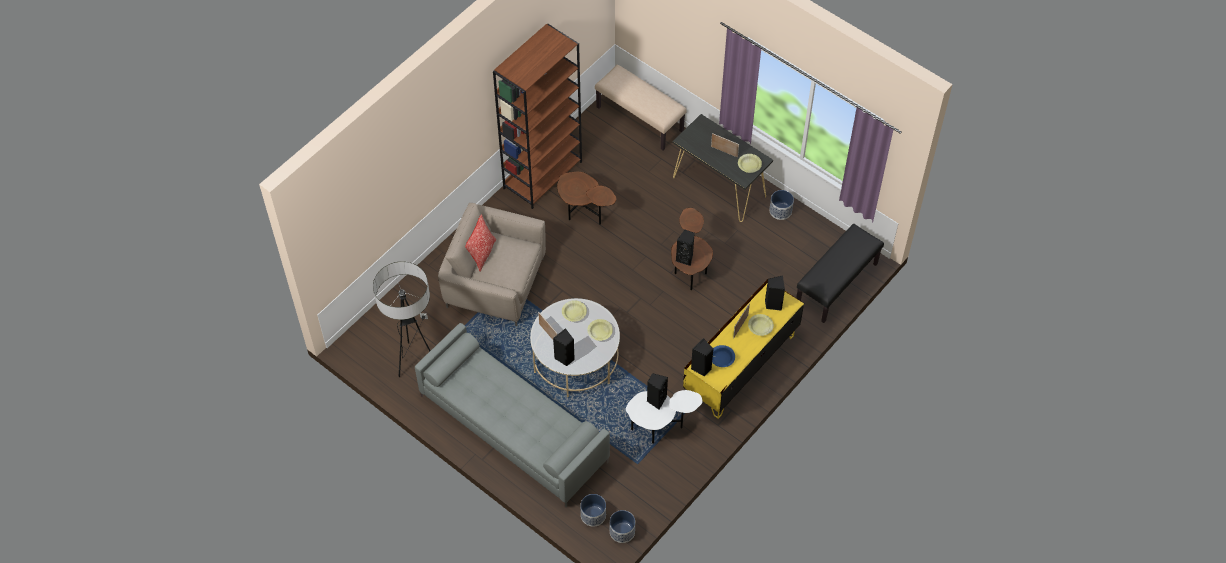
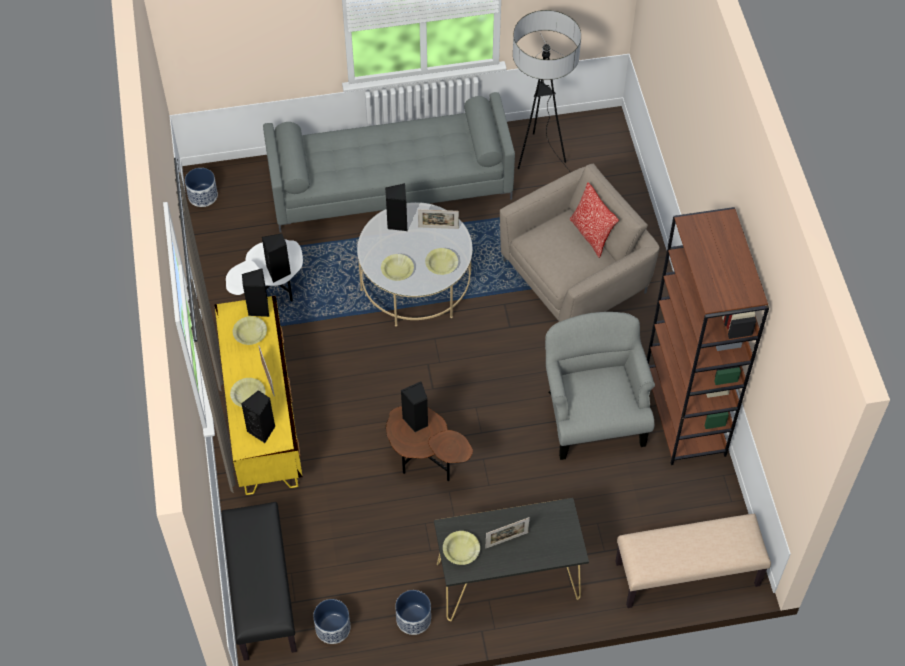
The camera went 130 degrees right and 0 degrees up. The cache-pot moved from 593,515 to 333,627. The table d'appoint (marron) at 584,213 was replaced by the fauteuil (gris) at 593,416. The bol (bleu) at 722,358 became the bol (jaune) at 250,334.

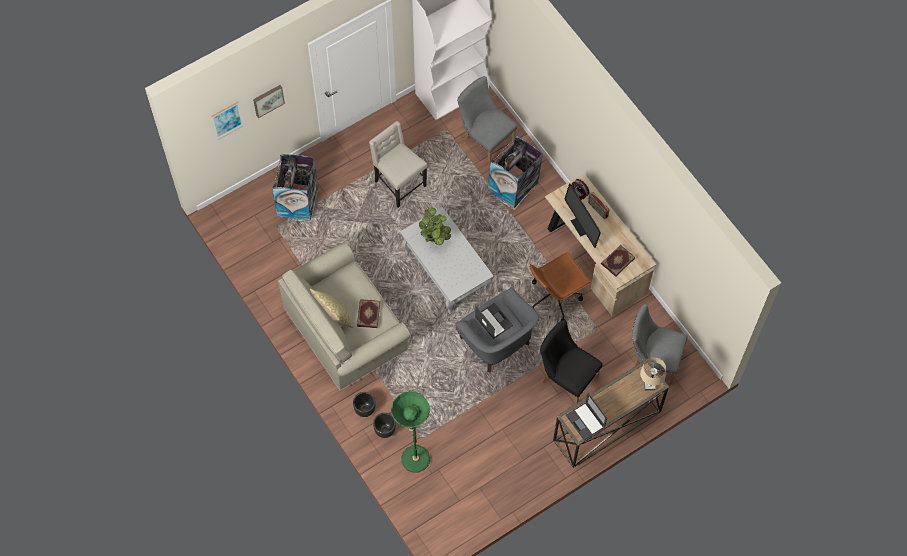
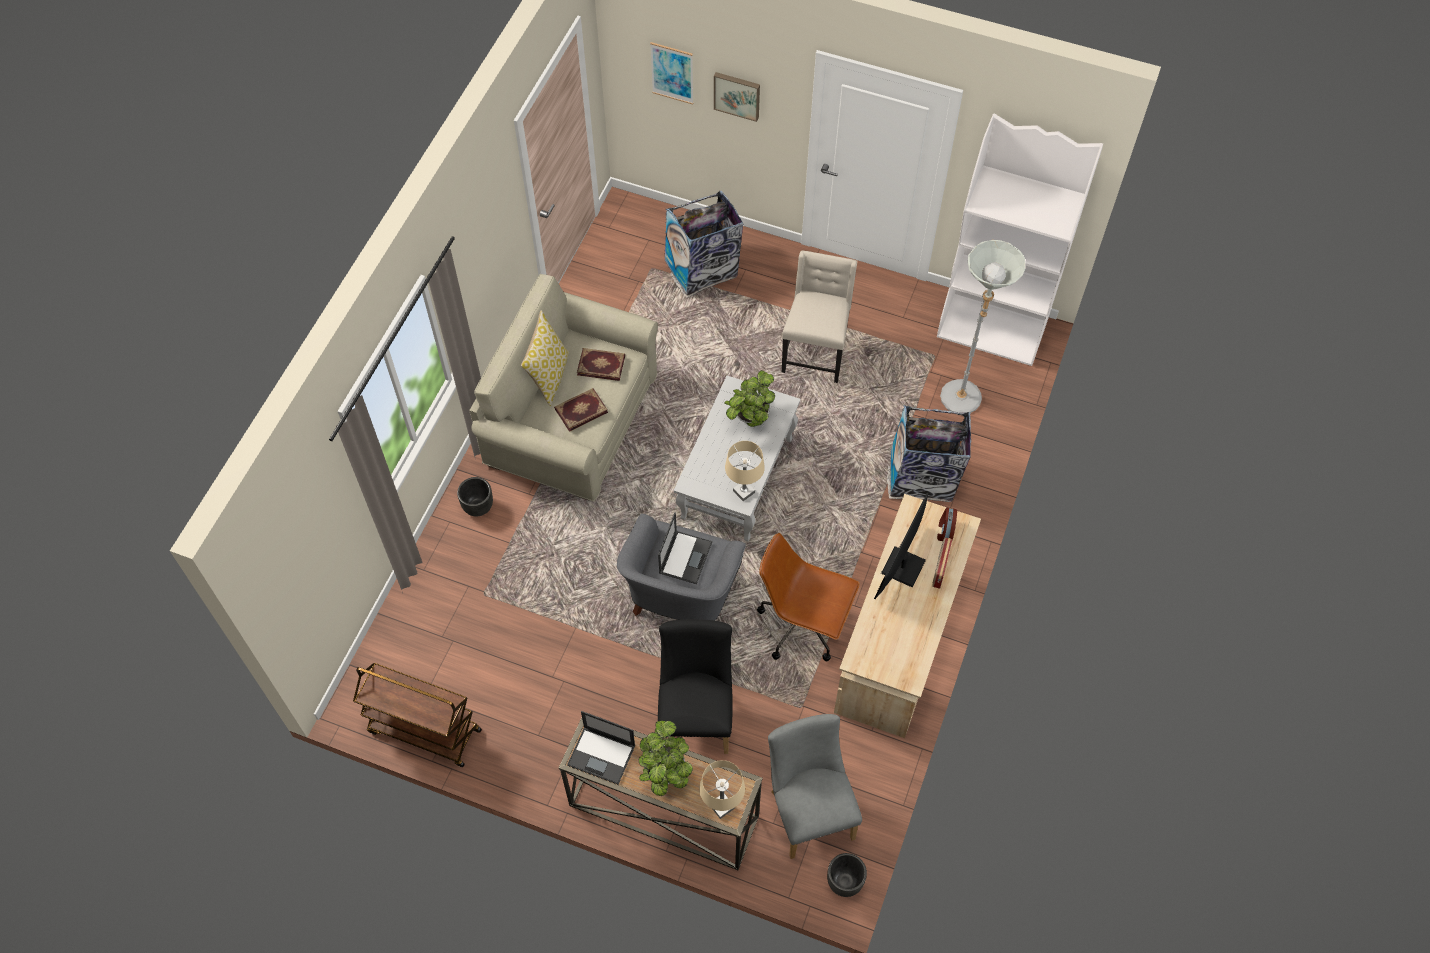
The camera went 55 degrees right and 5 degrees down. The lampadaire (vert) at 414,465 disappeared. The chariot (marron) at 424,731 appeared. The plante en pot at 665,773 appeared. The lampe de table (beige) at 744,491 appeared. The cache-pot (noir) moved from 385,430 to 844,883. The livre moved from 617,261 to 601,364. The chaise (gris) at 485,139 was replaced by the lampadaire (gris) at 960,405. The ordinateur portable at 585,421 turned 90 degrees counterclockwise.

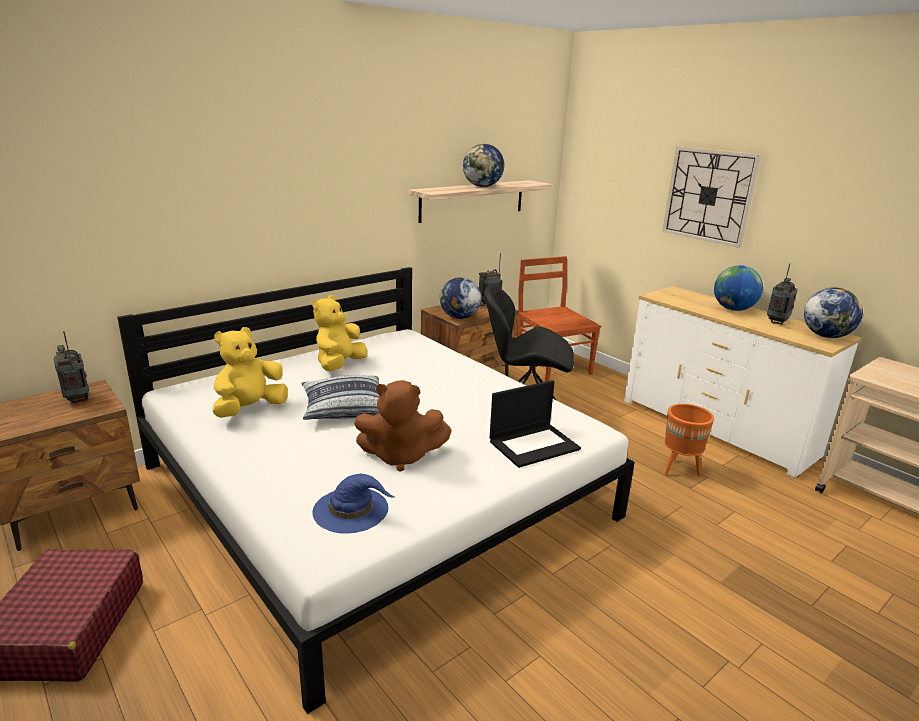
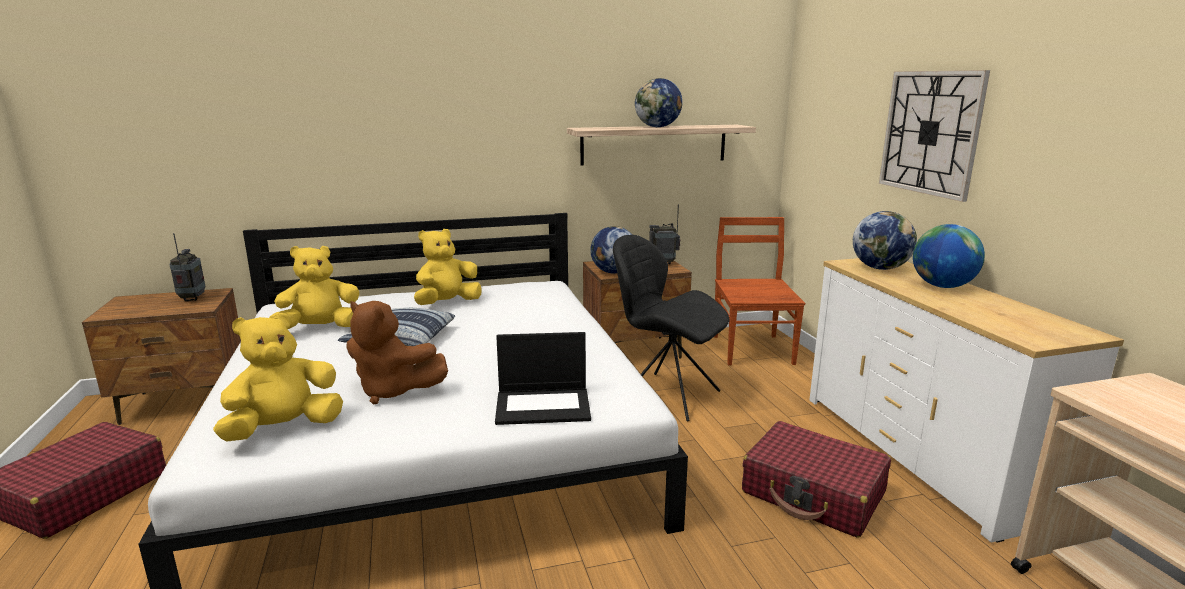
The camera went 25 degrees right and 5 degrees down. The radio at 777,322 disappeared. The globe moved from 826,336 to 880,268. The chapeau (bleu) at 352,509 was replaced by the peluche (jaune) at 284,429. The cache-pot (orange) at 679,470 was replaced by the valise (rouge) at 813,493.

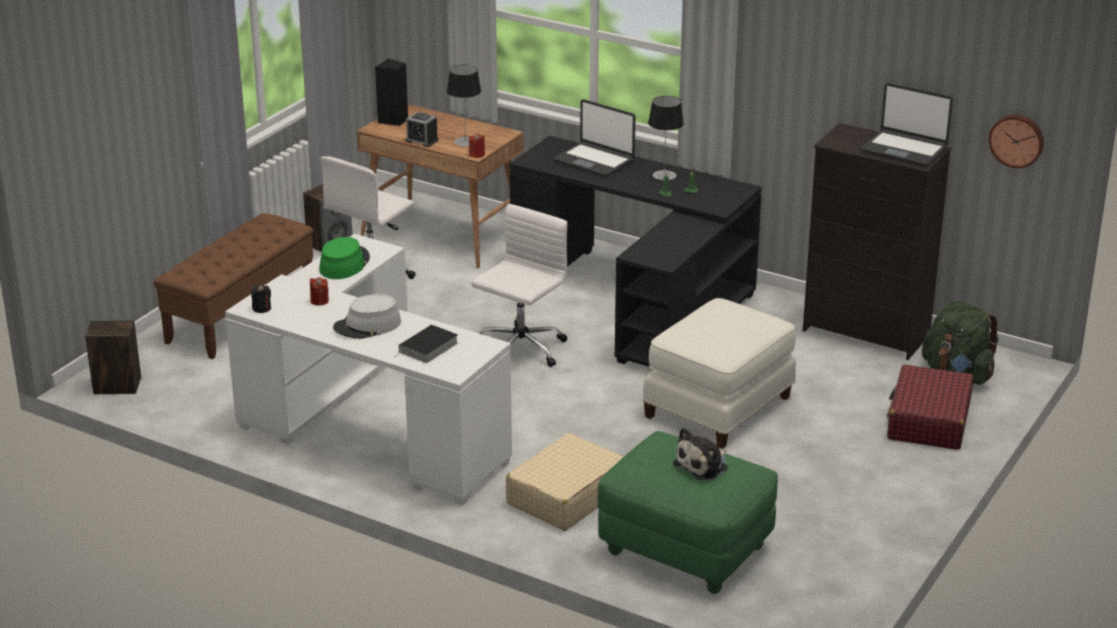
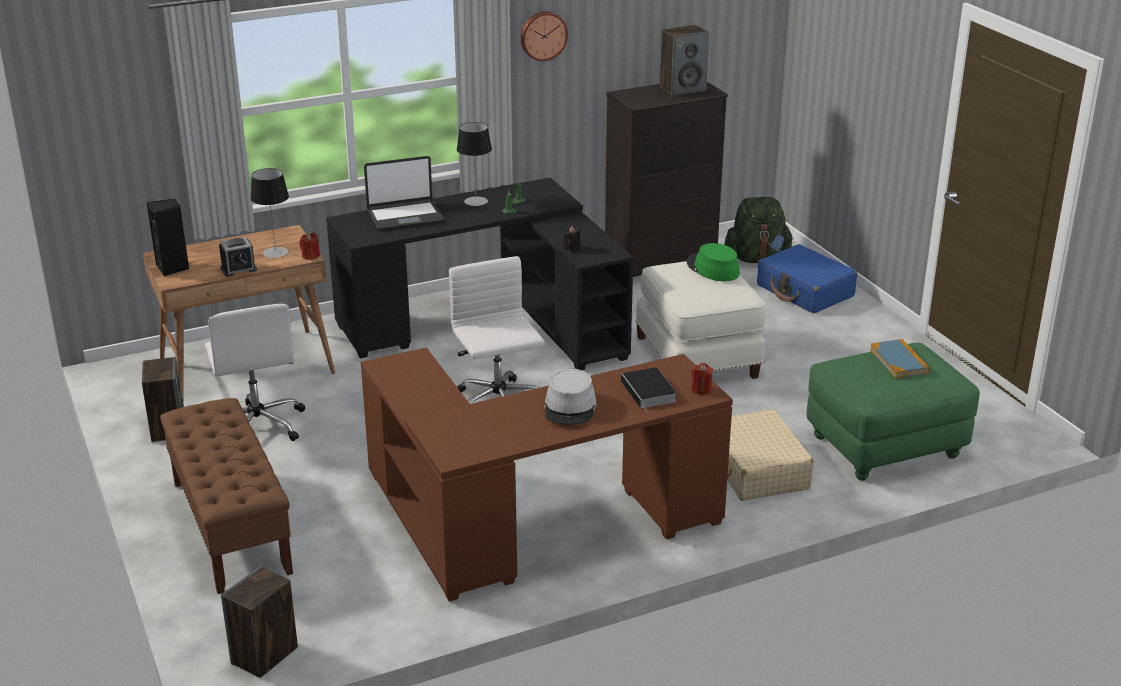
The camera went 55 degrees left and 0 degrees up. The bougie (noir) moved from 261,308 to 572,248. The bougie (rouge) moved from 319,301 to 701,389. The chapeau (vert) moved from 344,264 to 712,268. The horloge murale moved from 1017,140 to 543,35. The peluche at 703,465 was replaced by the livre at 899,361. The ordinateur portable at 904,149 was replaced by the enceinte at 683,89. The bureau (blanc) at 365,424 became the bureau (marron) at 529,526. The valise (rouge) at 928,421 became the valise (bleu) at 805,291.

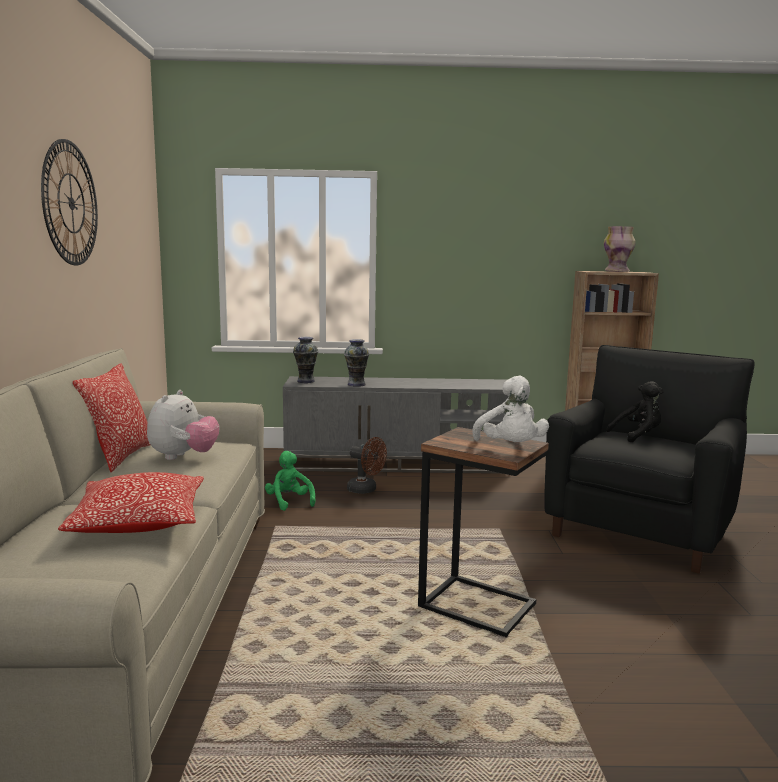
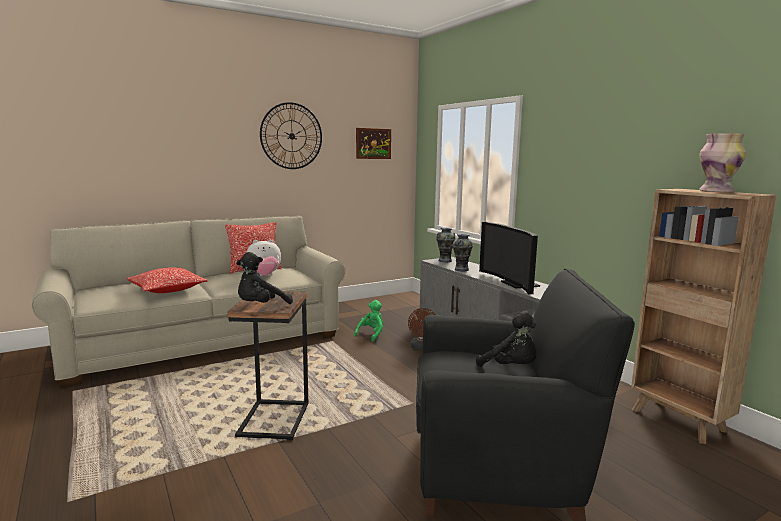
The camera went 60 degrees right and 0 degrees up. The tableau at 373,143 appeared. The téléviseur at 514,284 appeared. The peluche (blanc) at 510,448 became the peluche (noir) at 261,306.

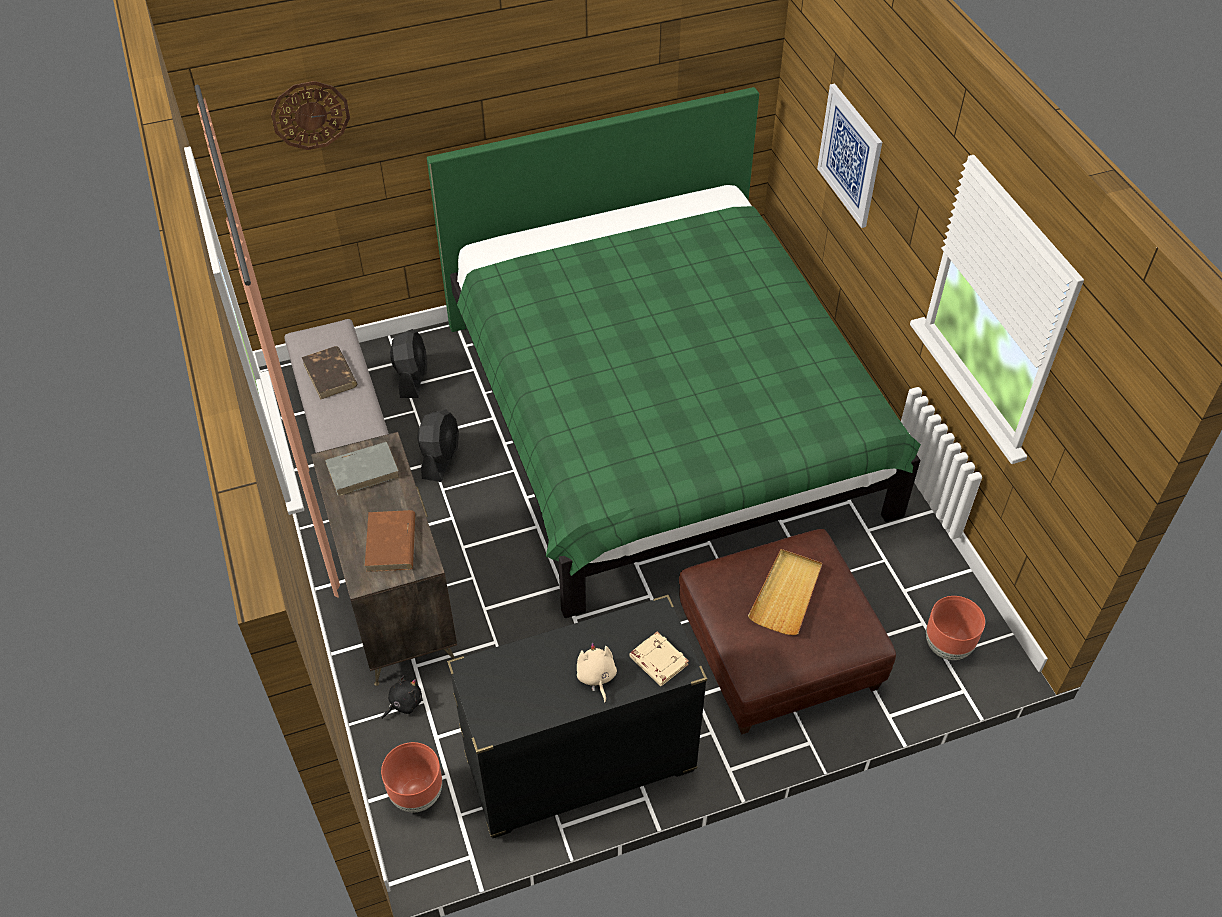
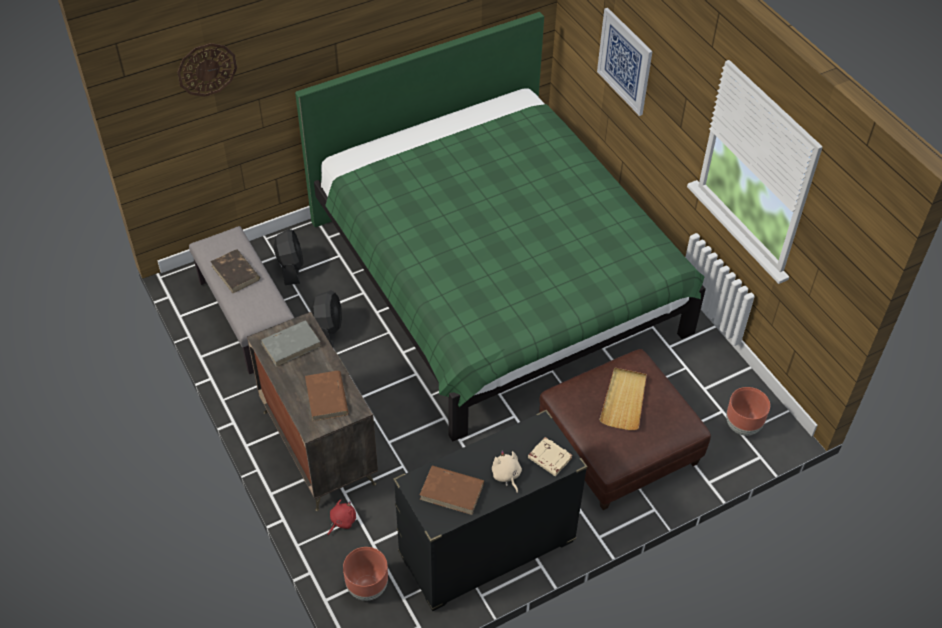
The camera went 10 degrees left and 0 degrees up. The livre (marron) at 452,491 appeared. The peluche (noir) at 404,703 became the peluche (rouge) at 342,521.

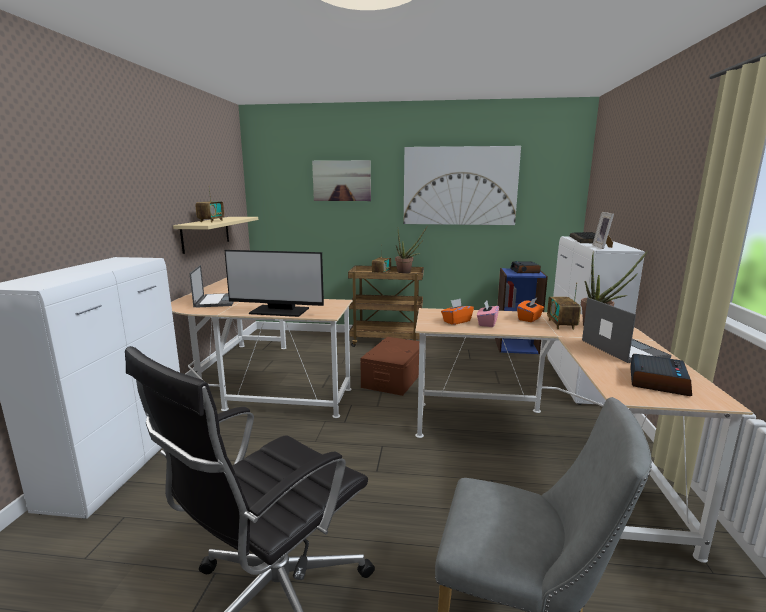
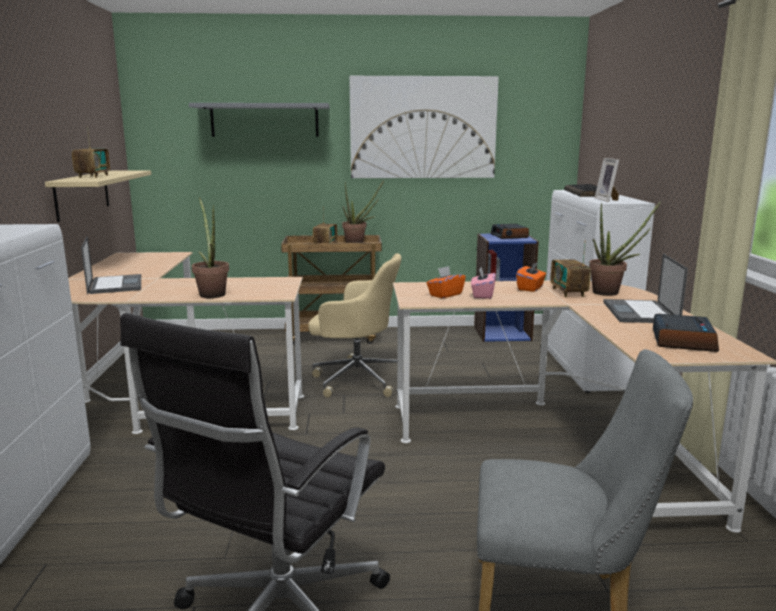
The camera went 10 degrees left and 0 degrees up. The écran d'ordinateur at 279,311 was replaced by the plante en pot at 211,293. The tableau at 342,180 was replaced by the étagère (gris) at 264,120. The boîte de rangement (marron) at 394,378 was replaced by the chaise de bureau (beige) at 356,379. The ordinateur portable at 622,348 turned 150 degrees counterclockwise.

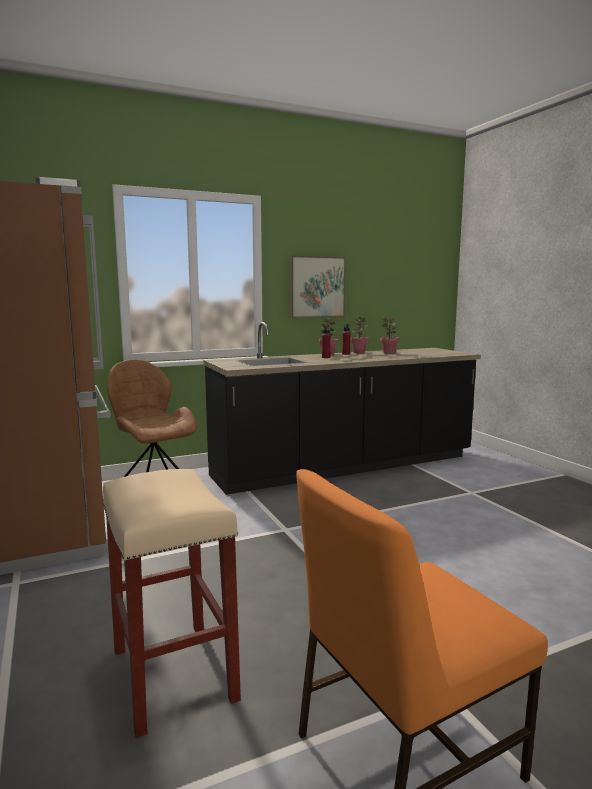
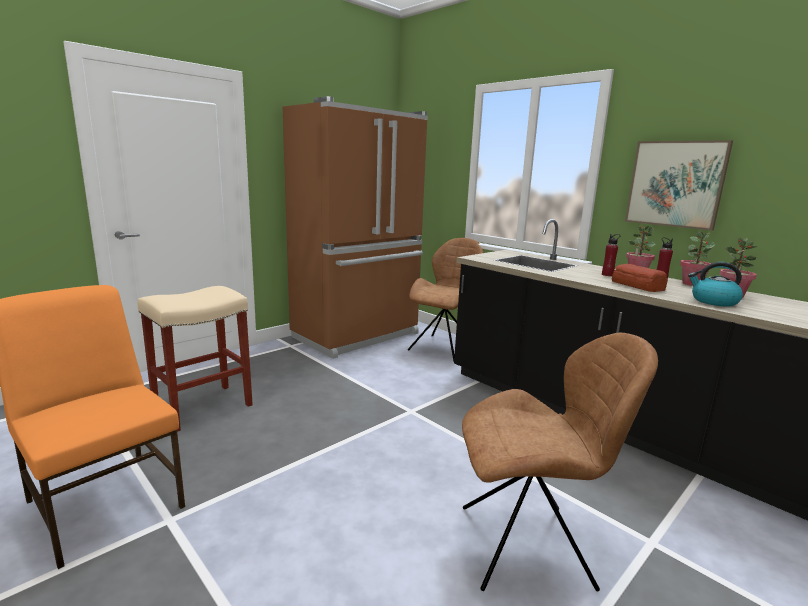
The camera went 70 degrees right and 5 degrees up. The chaise (marron) at 530,546 appeared. The pain at 637,285 appeared. The bouilloire at 713,301 appeared.

